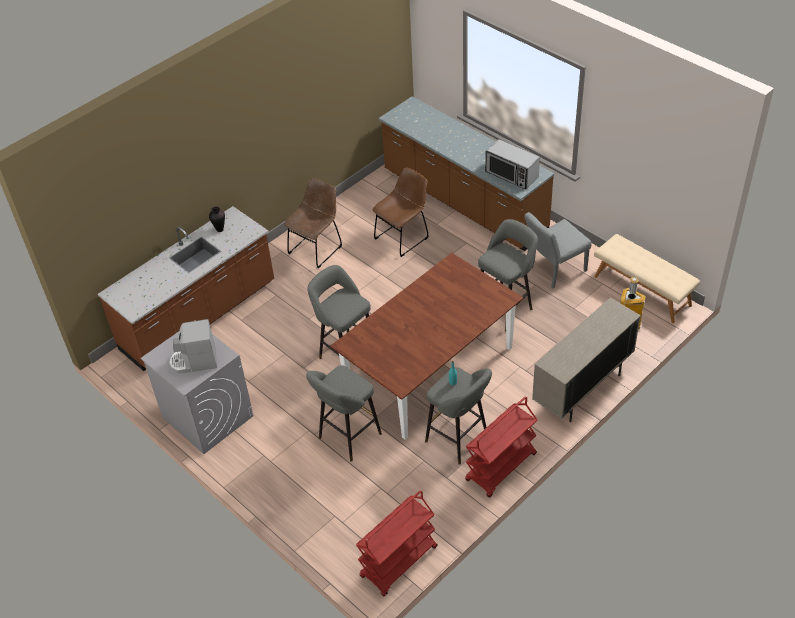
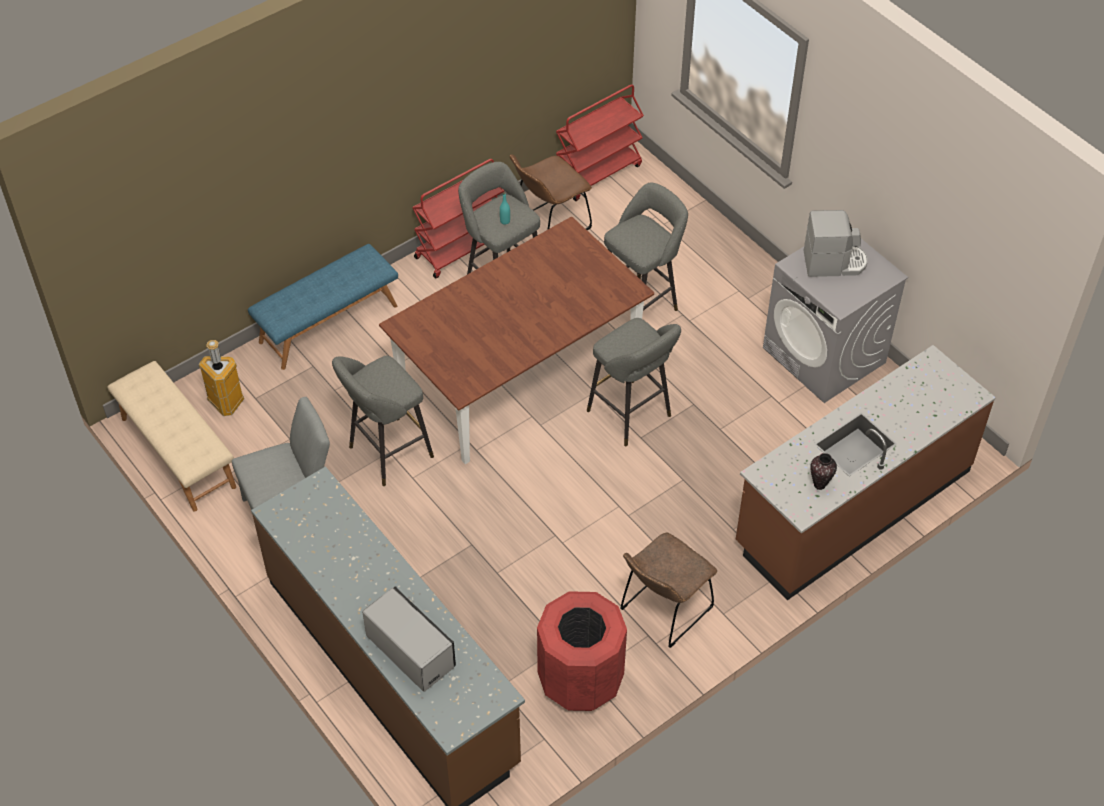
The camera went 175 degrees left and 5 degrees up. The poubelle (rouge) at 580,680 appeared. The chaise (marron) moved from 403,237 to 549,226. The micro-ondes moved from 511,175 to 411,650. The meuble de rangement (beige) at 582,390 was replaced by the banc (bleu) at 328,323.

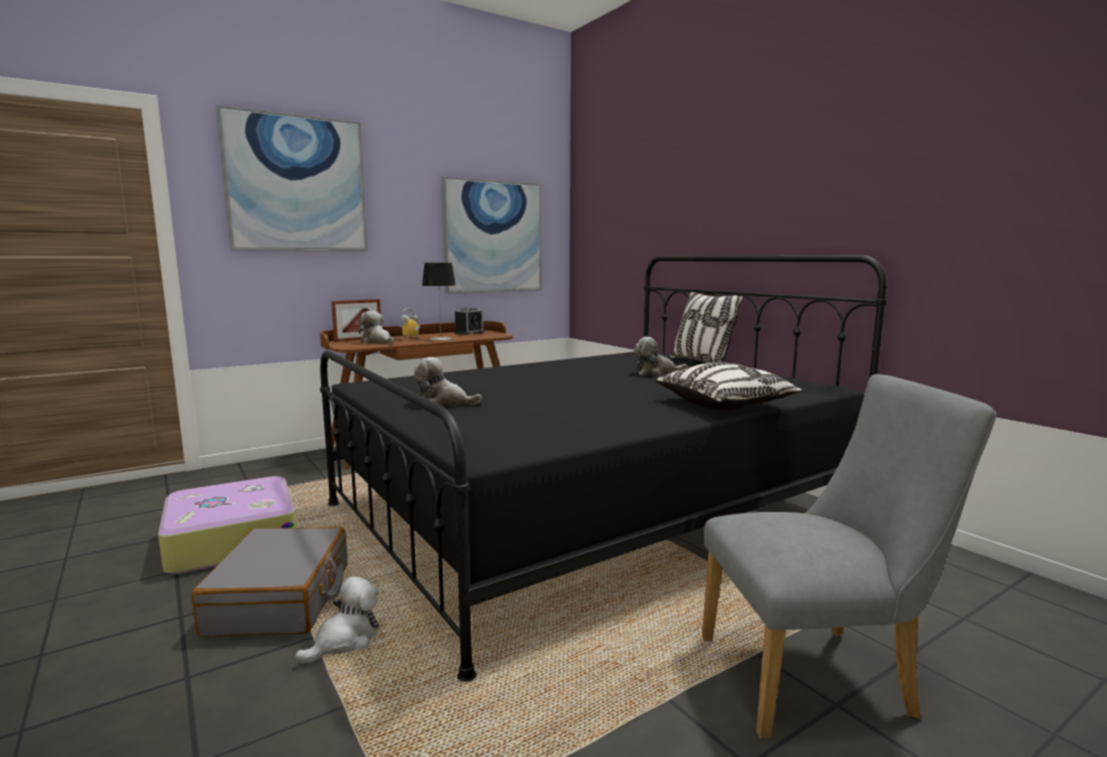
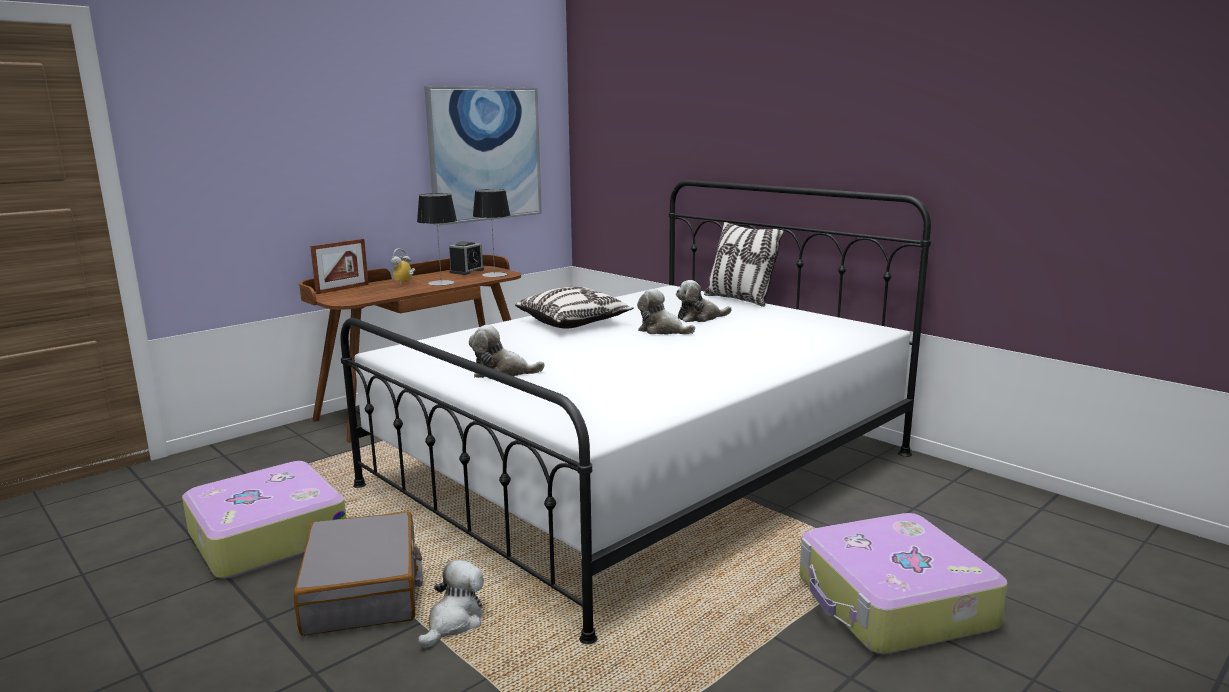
The camera went 10 degrees left and 5 degrees up. The tableau at 296,184 disappeared. The lampe de table at 494,275 appeared. The peluche moved from 377,342 to 662,330. The coussin moved from 725,404 to 574,323. The chaise (gris) at 818,677 was replaced by the valise at 893,603. The lit (noir) at 589,511 became the lit (blanc) at 642,469.

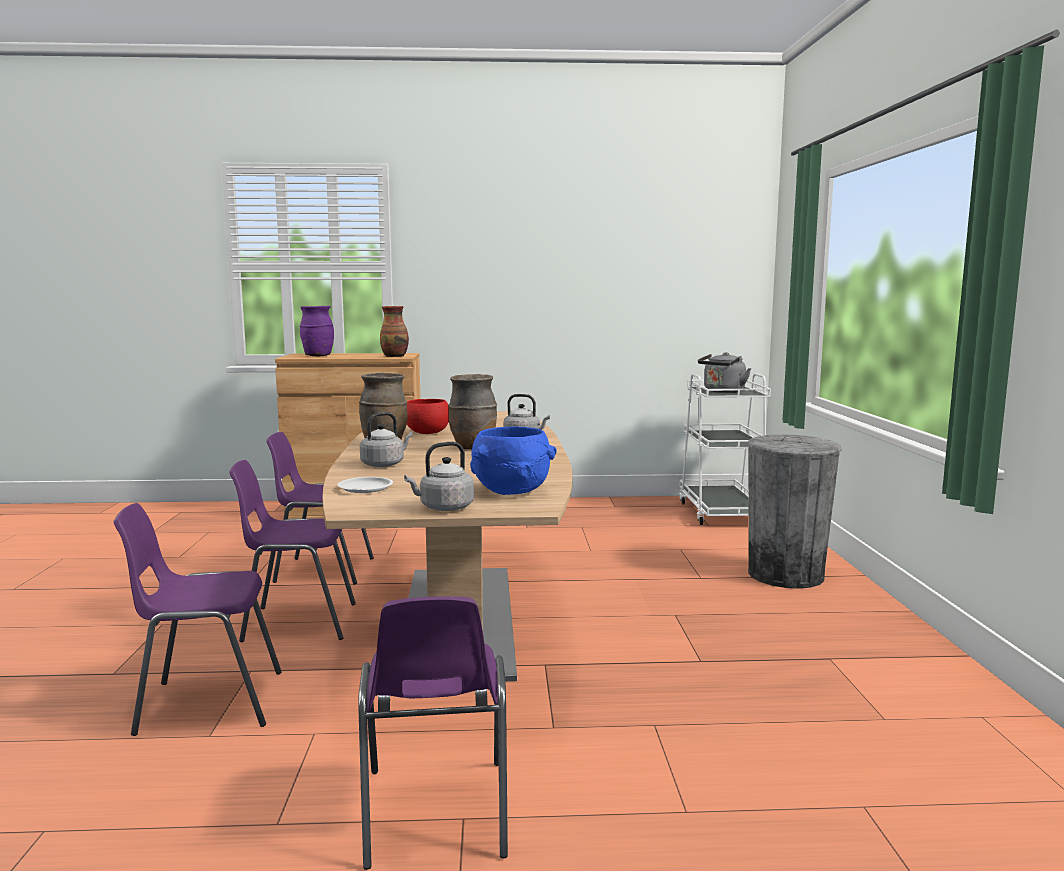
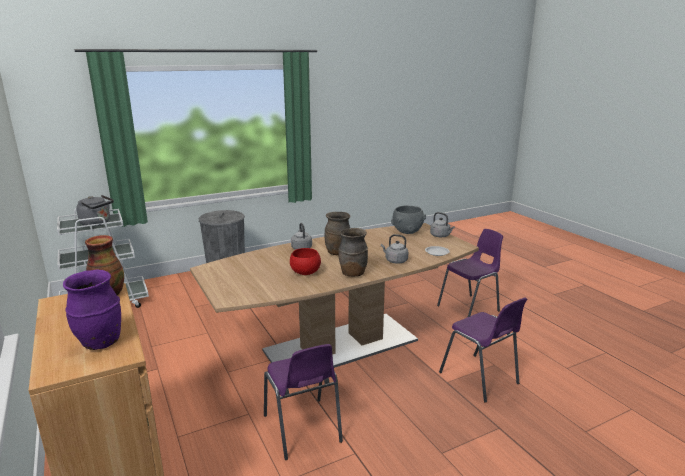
The camera went 115 degrees left and 10 degrees up. The chaise (violet) at 297,622 disappeared. The bol (bleu) at 512,491 became the bol (gris) at 407,232.

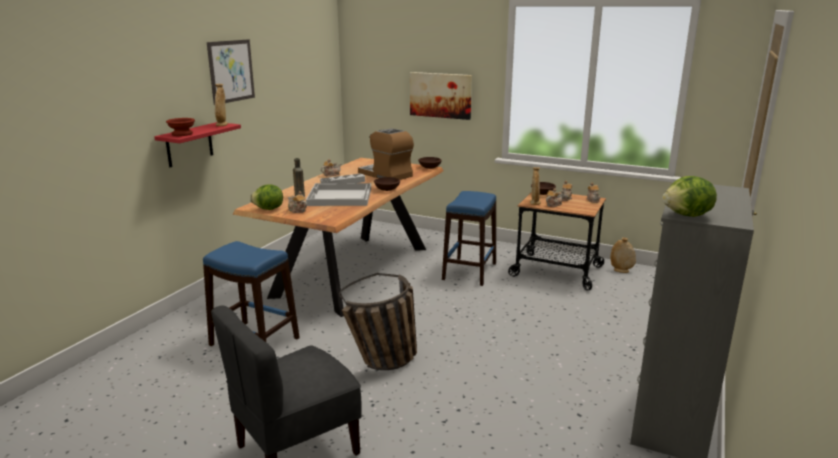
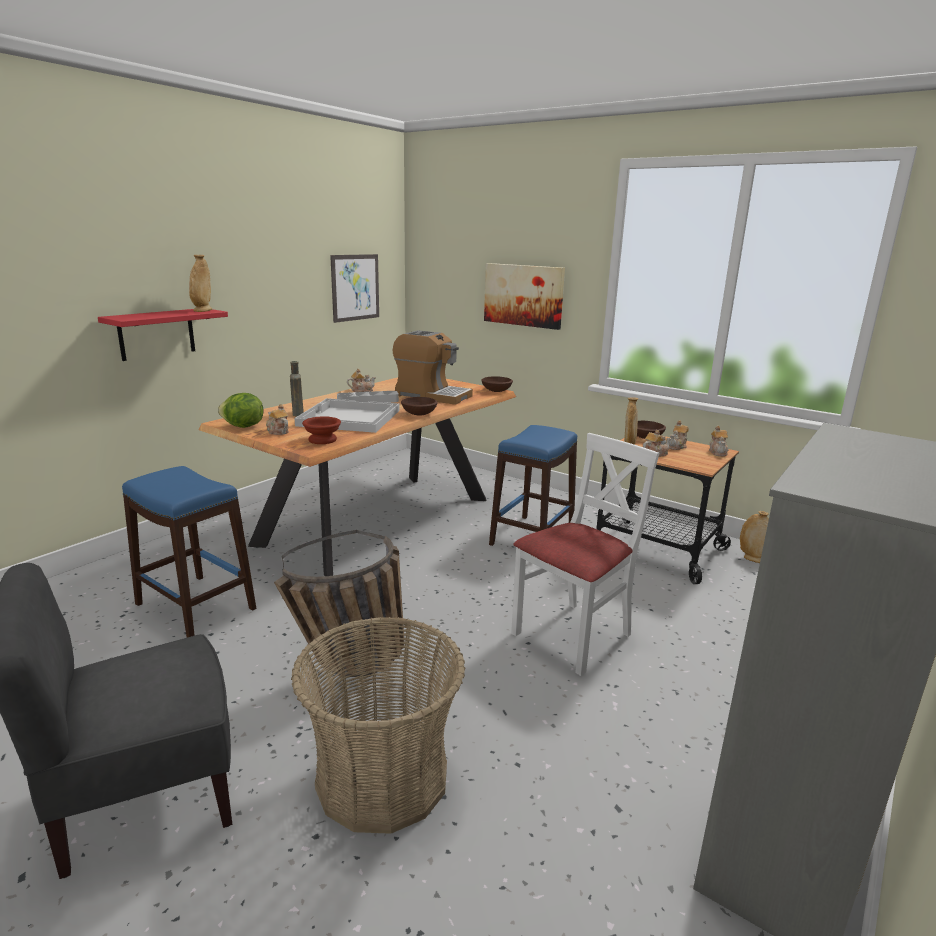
The camera went 10 degrees right and 0 degrees up. The laitue at 687,215 disappeared. The panier at 382,777 appeared. The chaise (blanc) at 573,635 appeared. The bol (marron) moved from 181,134 to 321,440. The tableau moved from 231,71 to 355,287. The machine à café at 386,175 turned 150 degrees clockwise.

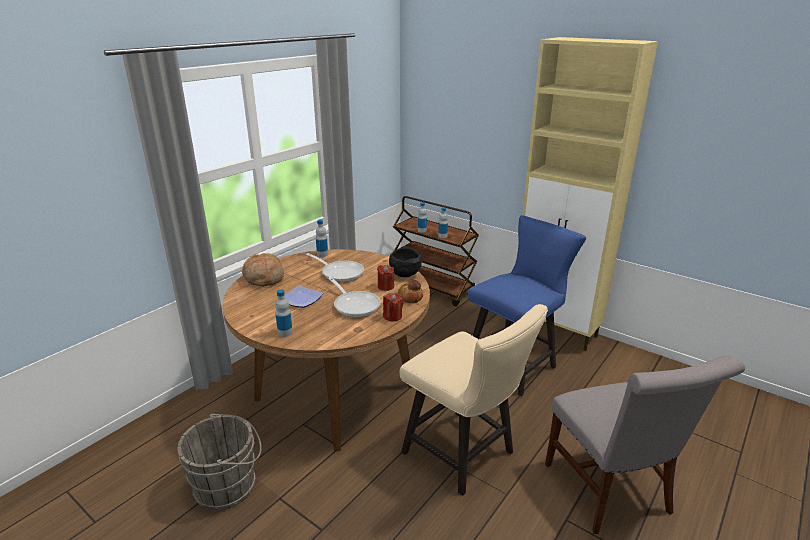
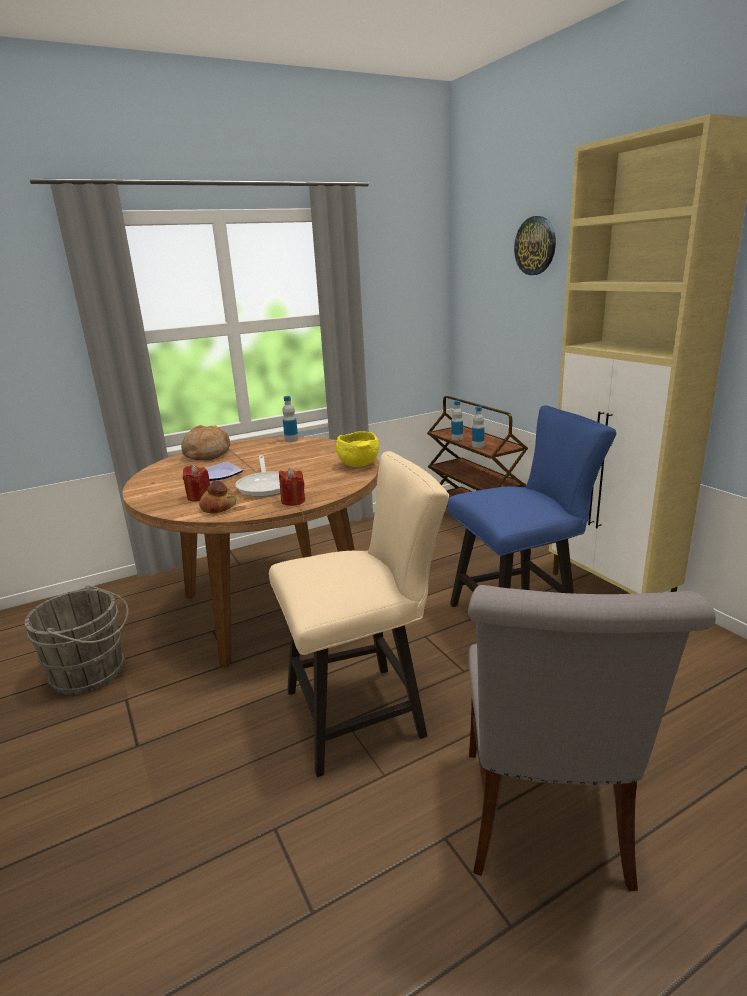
The camera went 25 degrees right and 5 degrees down. The bouteille at 285,332 disappeared. The poêle at 340,272 disappeared. The horloge murale at 535,246 appeared. The bougie (rouge) moved from 385,286 to 199,497. The pain moved from 410,297 to 219,507. The bol (noir) at 404,274 became the bol (jaune) at 358,465. The chaise (beige) at 464,456 turned 90 degrees counterclockwise.

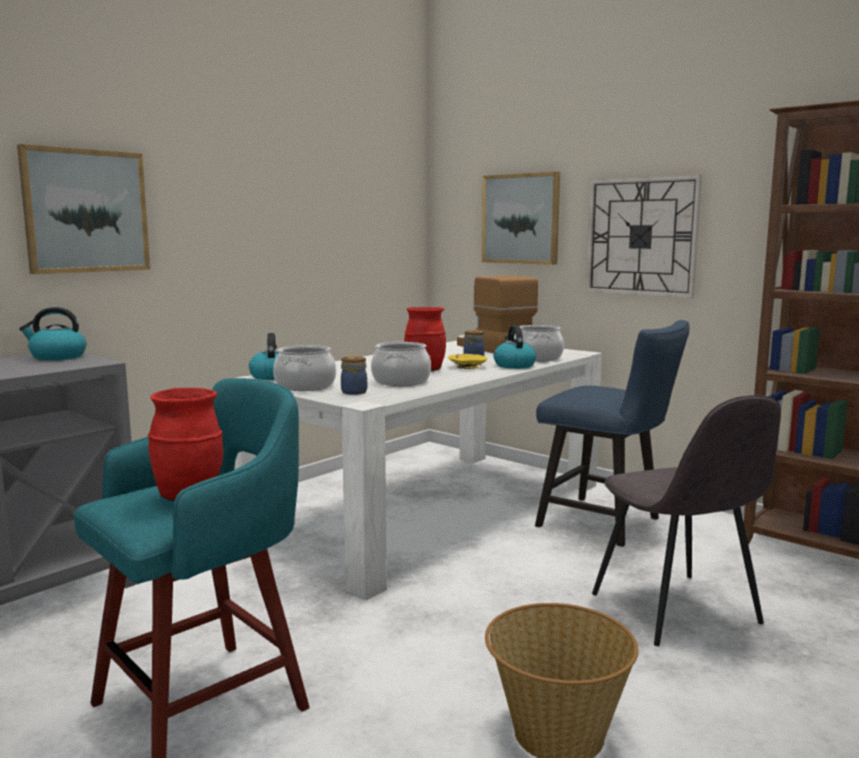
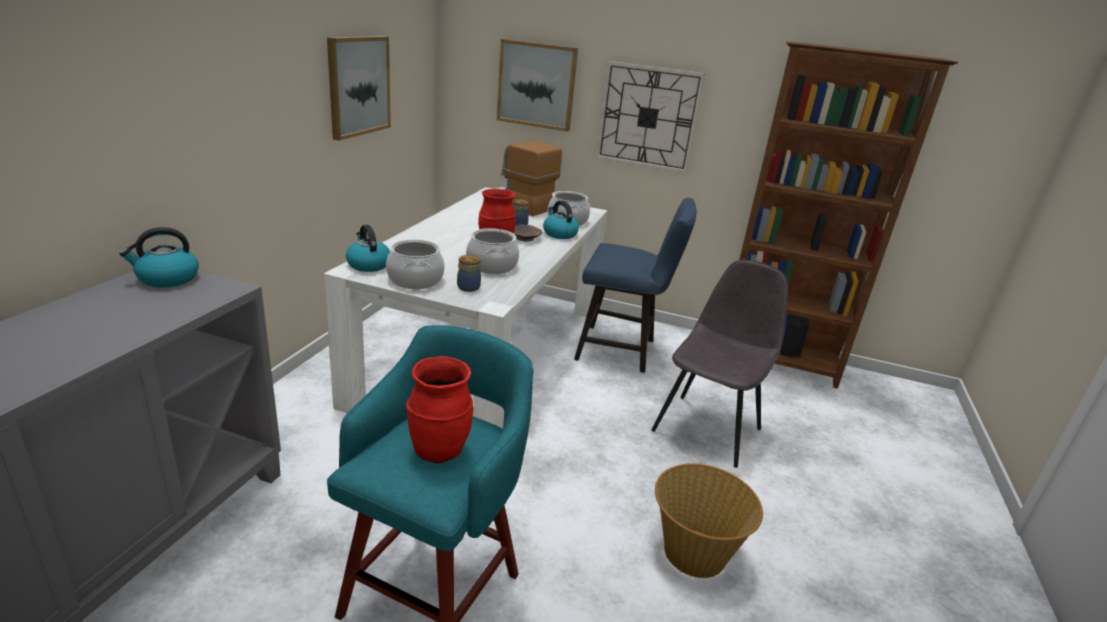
The camera went 25 degrees left and 15 degrees up. The tableau moved from 86,211 to 358,86. The bol (jaune) at 467,367 became the bol (marron) at 524,238. The chaise (gris) at 677,610 turned 105 degrees counterclockwise.

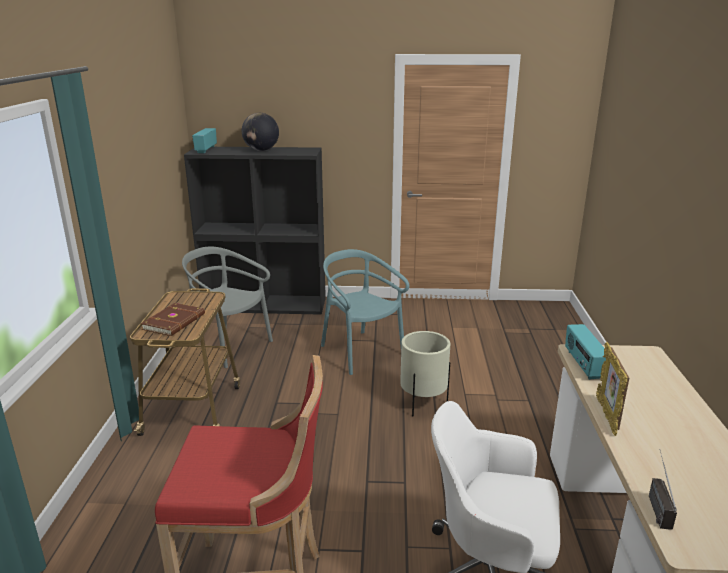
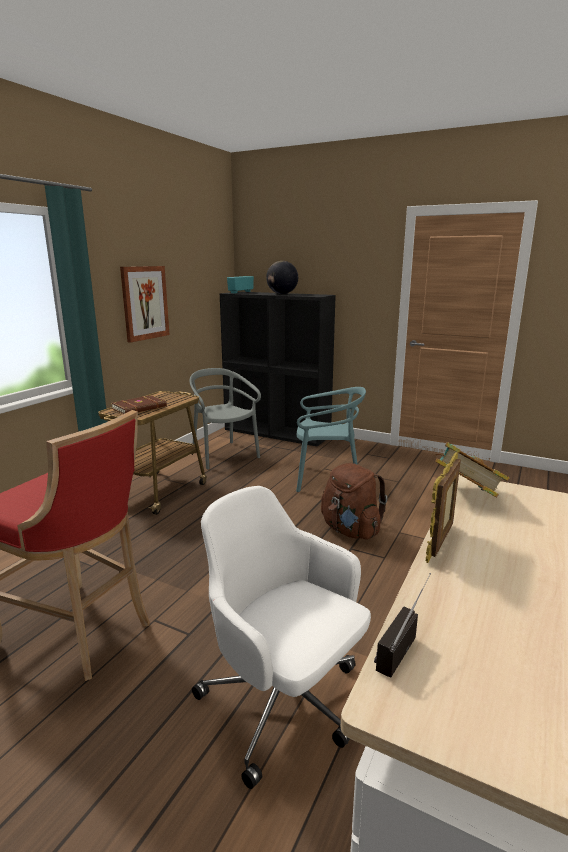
The camera went 25 degrees right and 5 degrees down. The tableau at 144,303 appeared. The cache-pot (beige) at 423,403 was replaced by the sac à dos (marron) at 350,530. The radio at 583,365 was replaced by the livre at 465,495. The chaise (turquoise) at 360,352 turned 105 degrees clockwise.

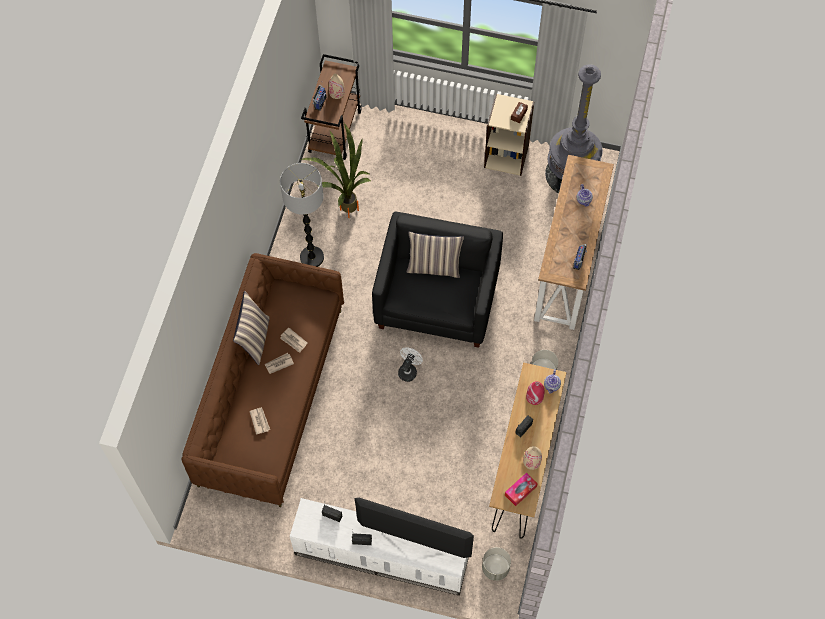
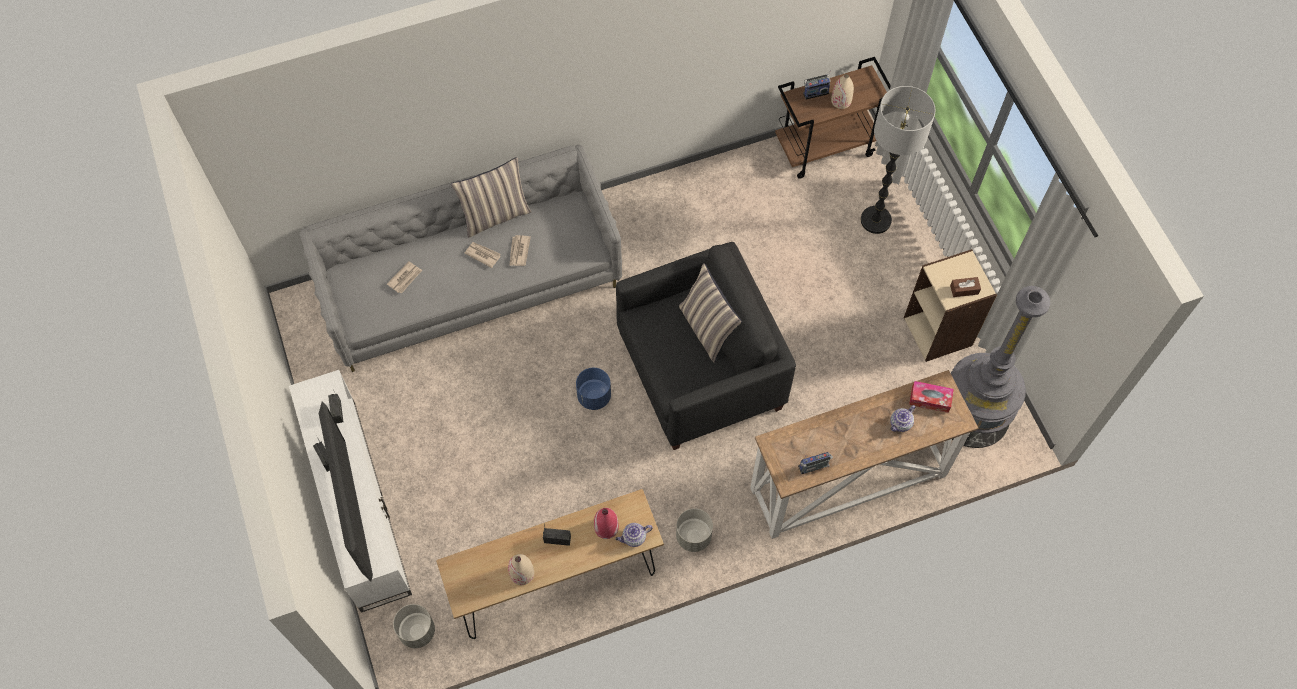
The camera went 55 degrees right and 0 degrees up. The plante en pot at 347,205 disappeared. The lampadaire moved from 312,257 to 876,220. The boîte à mouchoirs moved from 520,491 to 930,399. The ventilateur (blanc) at 409,370 was replaced by the cache-pot (bleu) at 594,396. The canapé (marron) at 271,395 became the canapé (gris) at 471,284.

